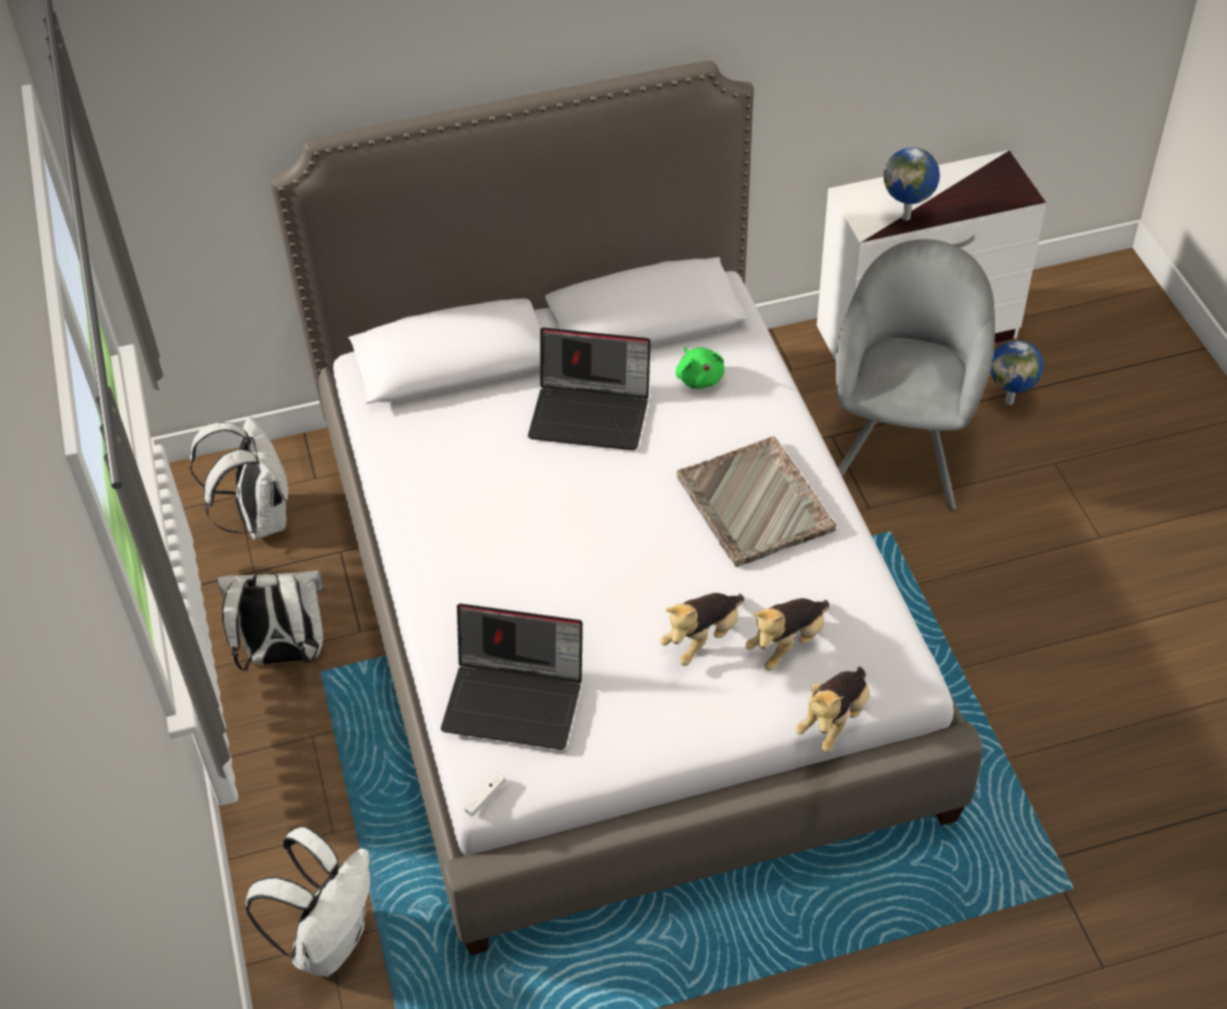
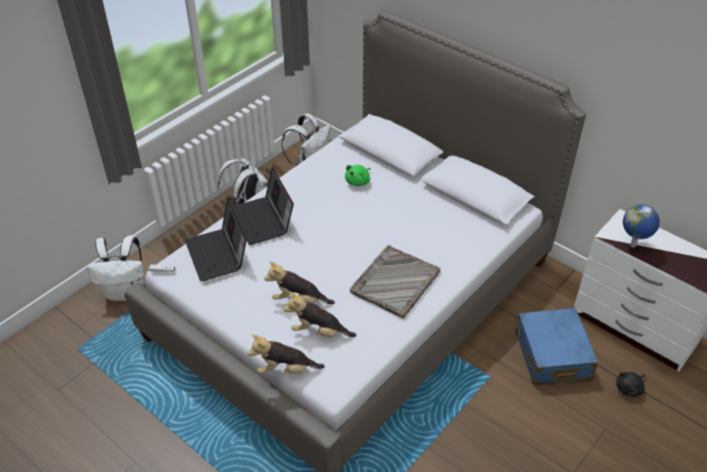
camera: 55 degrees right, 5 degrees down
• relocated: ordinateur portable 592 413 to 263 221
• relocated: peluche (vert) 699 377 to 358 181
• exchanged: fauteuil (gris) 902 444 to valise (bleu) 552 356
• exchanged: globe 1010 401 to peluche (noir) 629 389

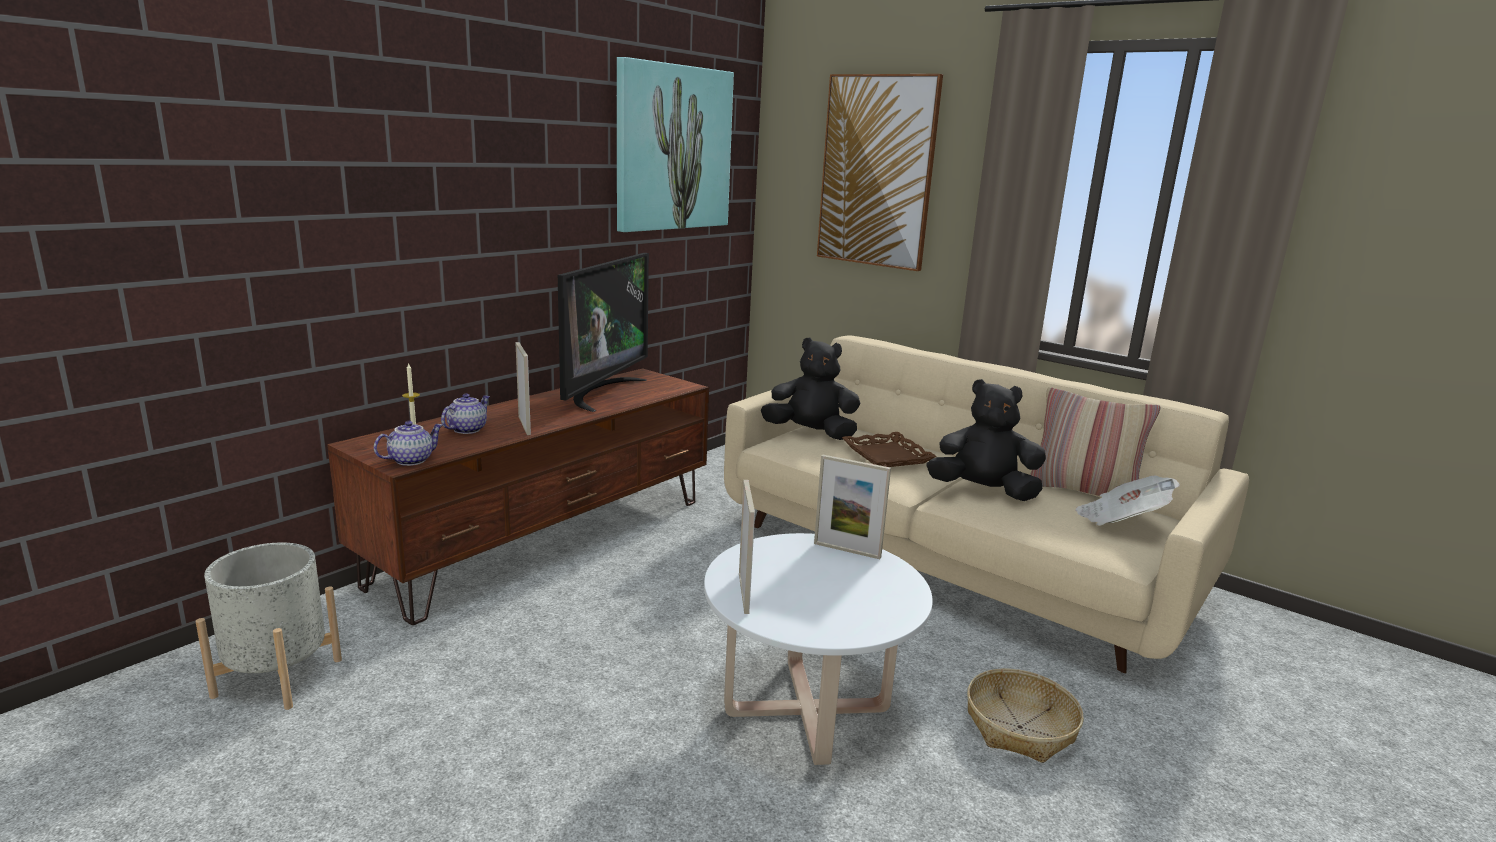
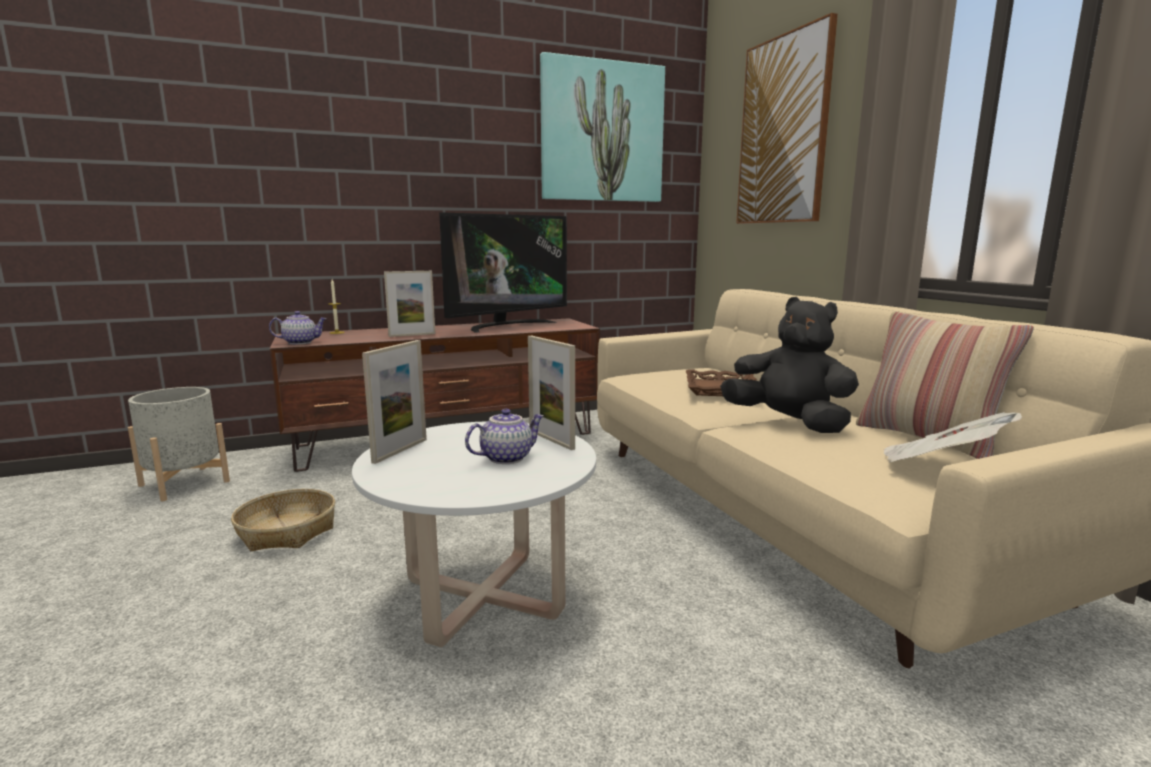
camera: 30 degrees right, 5 degrees down
• relocated: panier 1019 727 to 287 531
• spun: cadre photo 524 425 = 412 335 60 degrees clockwise
• relocated: théière 467 429 to 506 457
• missing: peluche (noir) 811 433

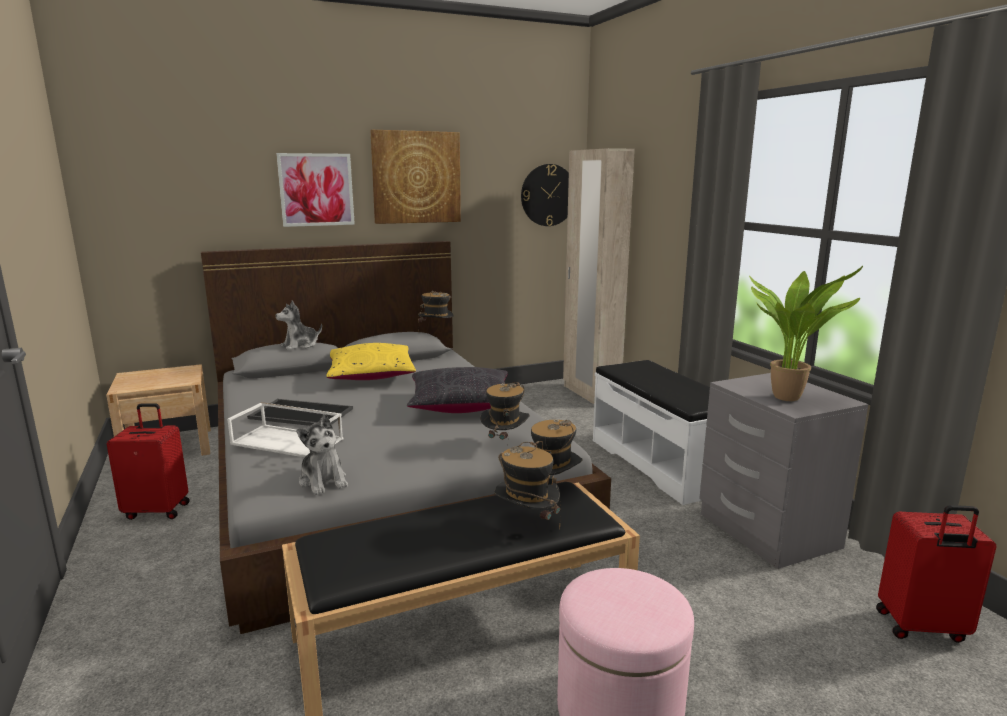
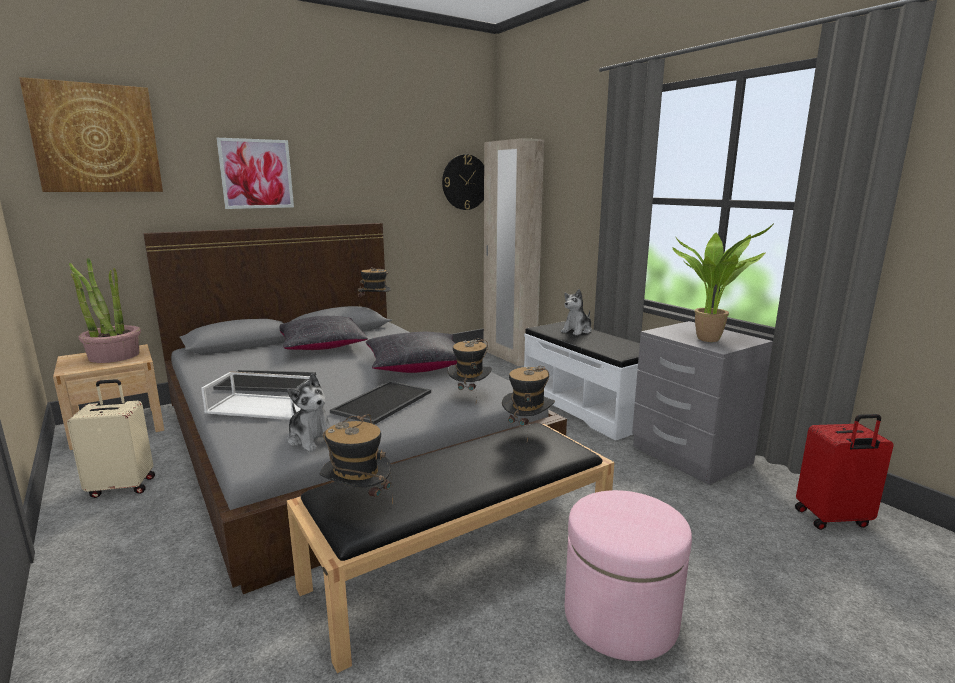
camera: 10 degrees left, 0 degrees up
• relocated: tableau 416 177 to 96 139
• colour: valise (rouge) 158 510 to valise (beige) 123 486
• appeared: plante en pot 114 356
• colour: coussin (jaune) 371 376 to coussin (noir) 322 346
• relocated: chapeau 526 524 to 358 502
• appeared: plateau 383 403
• relocated: peluche 300 345 to 577 331

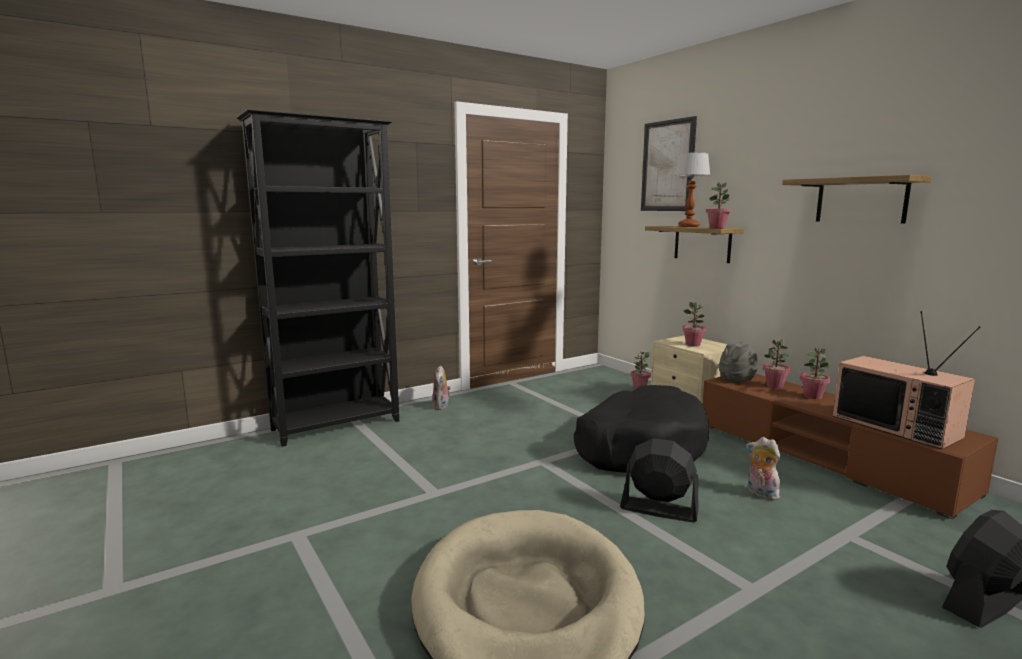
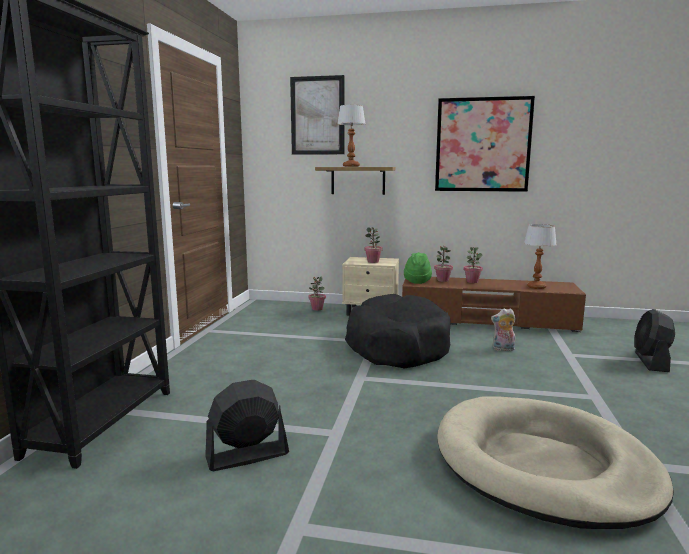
camera: 45 degrees left, 0 degrees up
• relocated: ventilateur (noir) 658 509 to 247 456
• colour: chapeau (gris) 737 379 to chapeau (vert) 417 281
• exchanged: étagère 861 200 to tableau 482 145
• exchanged: téléviseur 898 427 to lampe de table 536 287
• missing: peluche 441 407
• missing: plante en pot 717 228

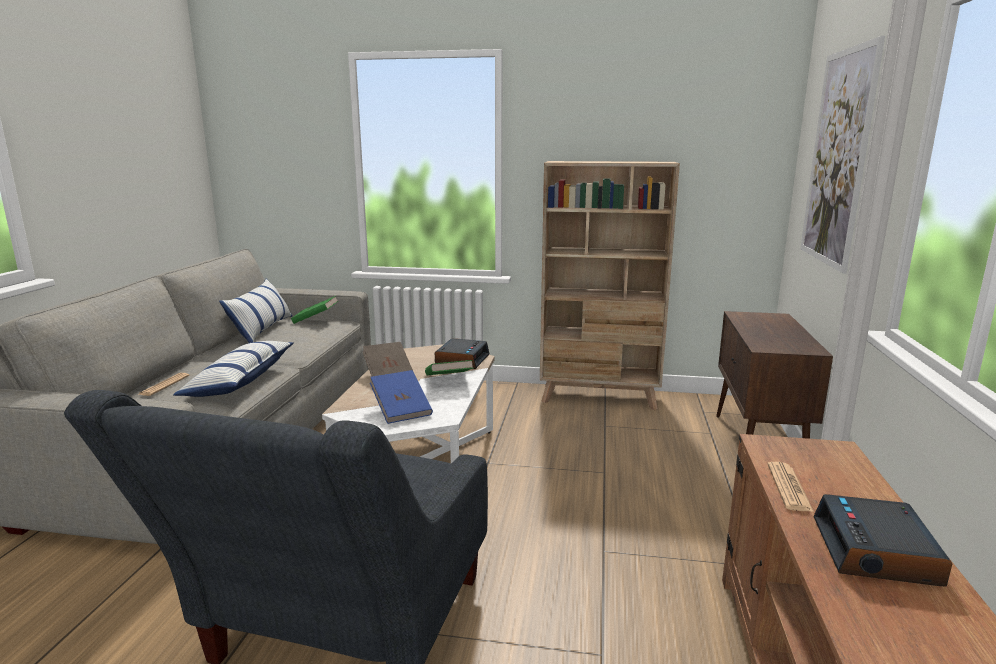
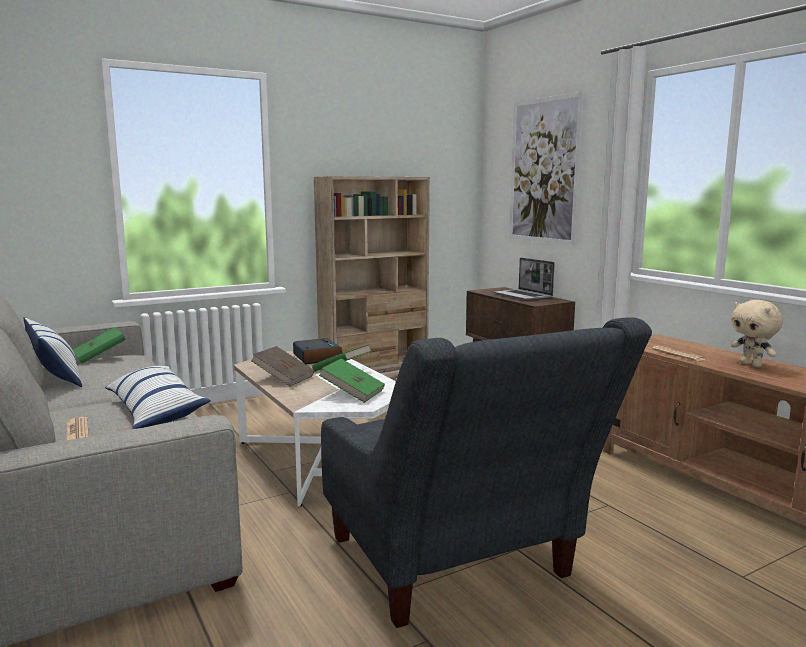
camera: 40 degrees left, 5 degrees down
• colour: livre (bleu) 401 410 to livre (vert) 352 393
• appeared: ordinateur portable 523 296
• exchanged: réveil 876 552 to peluche (beige) 752 365

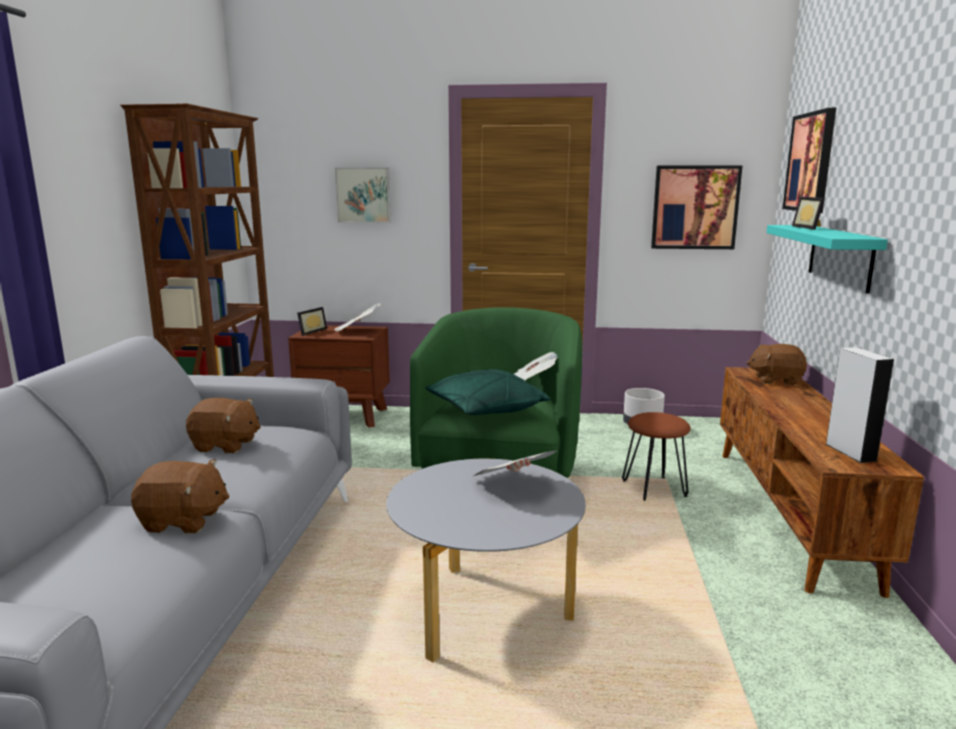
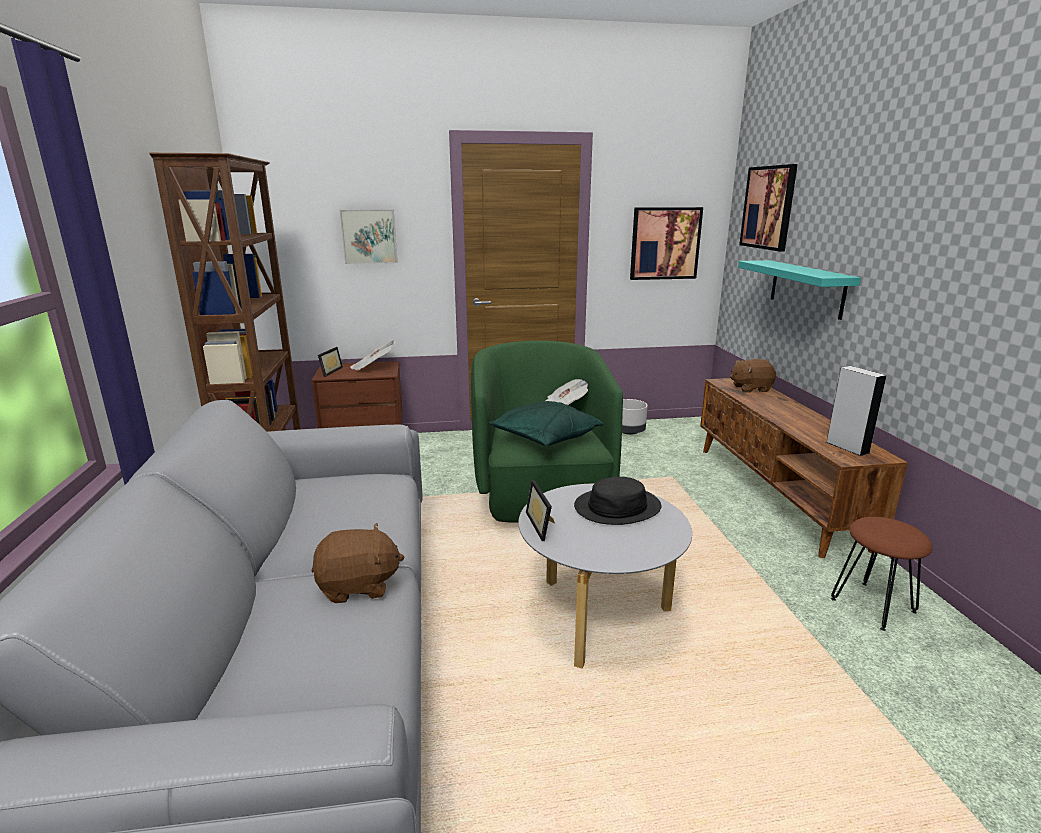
camera: 15 degrees left, 5 degrees up
• relocated: cadre photo 810 228 to 543 525
• exchanged: journal 513 485 to chapeau (noir) 617 507
• relocated: tabouret (marron) 654 488 to 873 605
• missing: peluche (marron) 225 445

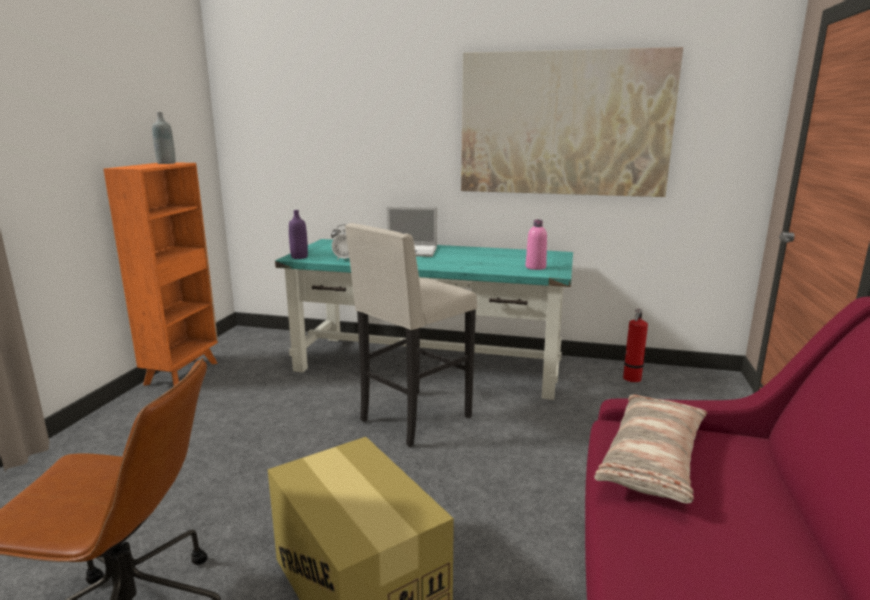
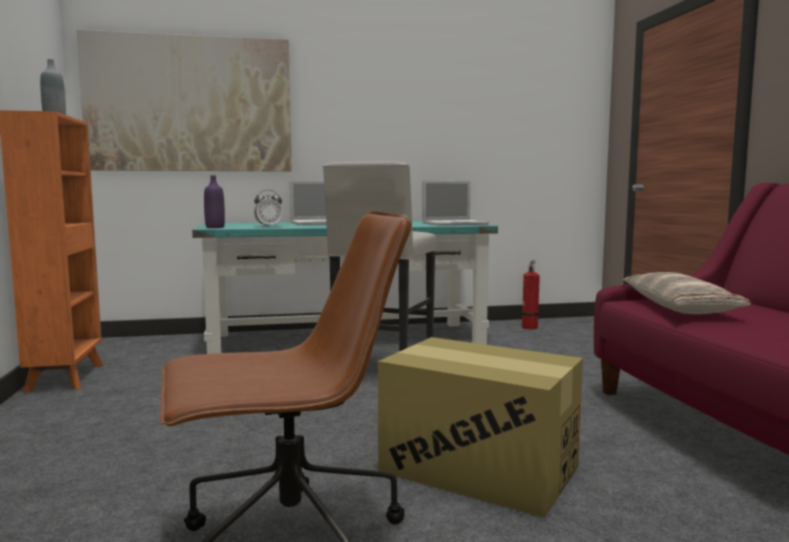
camera: 25 degrees left, 10 degrees down
• relocated: tableau 563 124 to 189 104
• exchanged: bouteille (rose) 535 267 to ordinateur portable 455 224

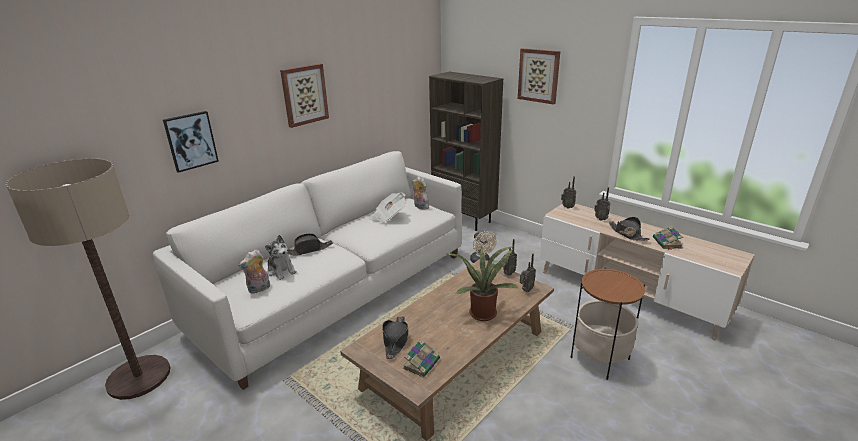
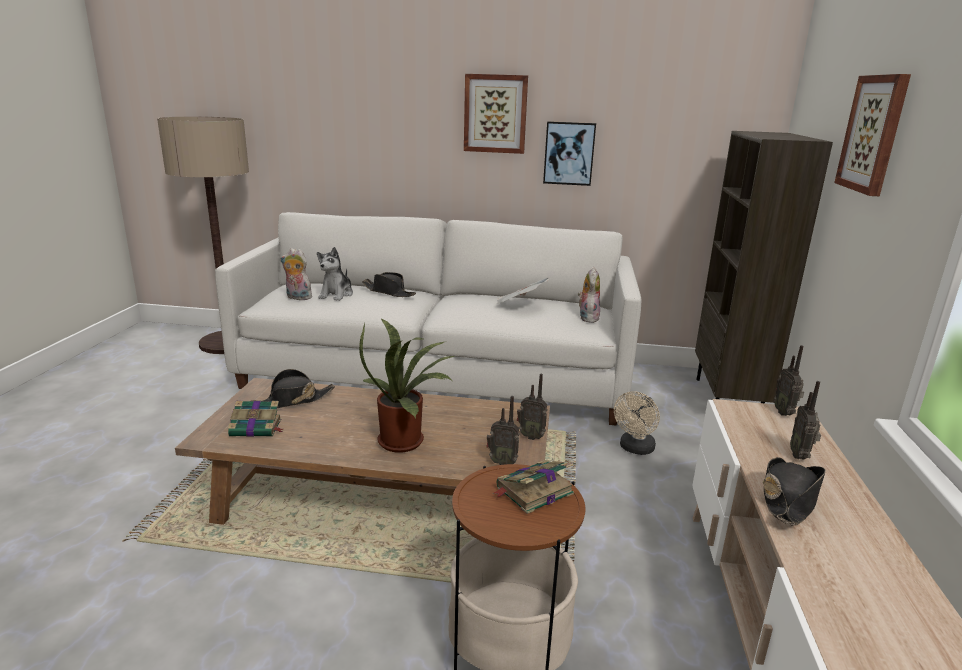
camera: 55 degrees right, 5 degrees down
• relocated: livre 667 243 to 533 491
• relocated: tableau 191 141 to 569 153

